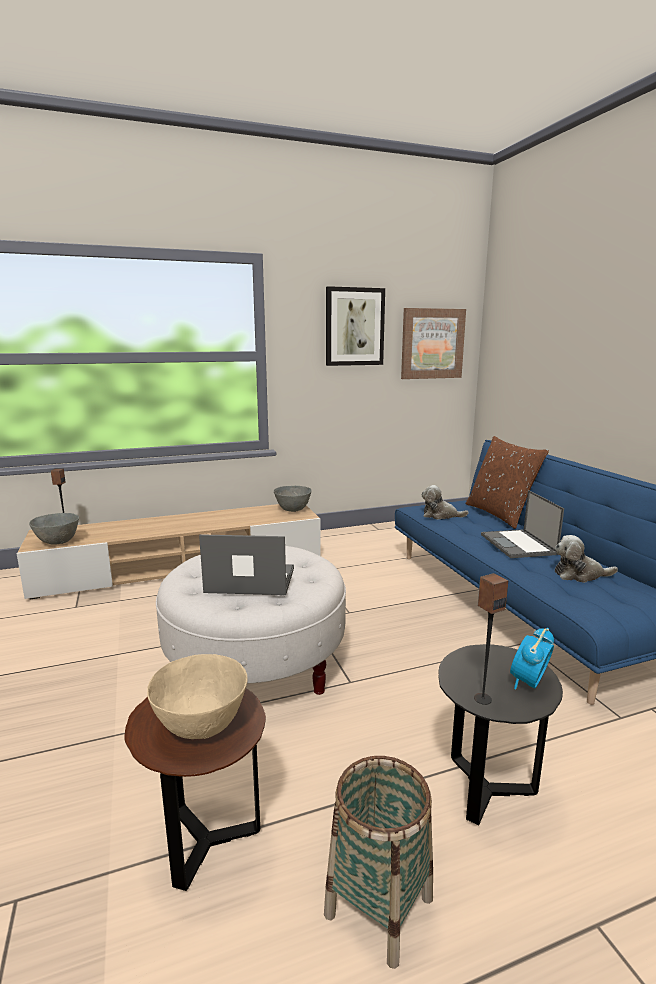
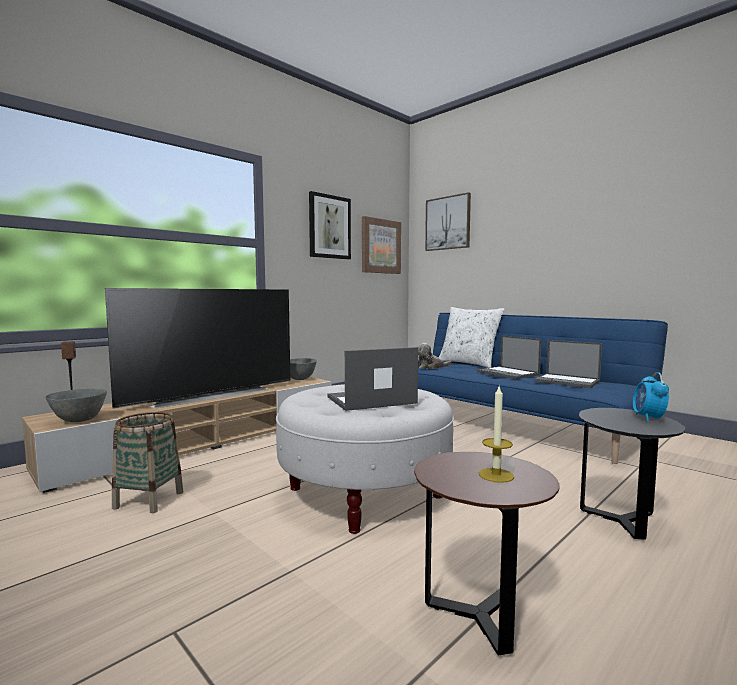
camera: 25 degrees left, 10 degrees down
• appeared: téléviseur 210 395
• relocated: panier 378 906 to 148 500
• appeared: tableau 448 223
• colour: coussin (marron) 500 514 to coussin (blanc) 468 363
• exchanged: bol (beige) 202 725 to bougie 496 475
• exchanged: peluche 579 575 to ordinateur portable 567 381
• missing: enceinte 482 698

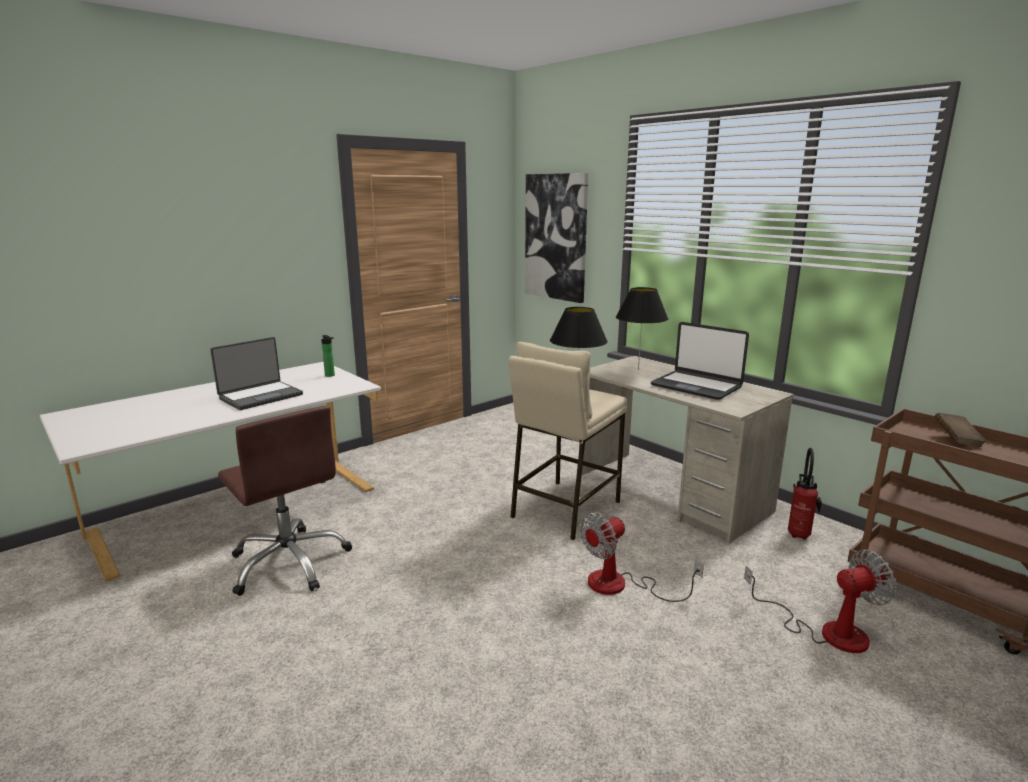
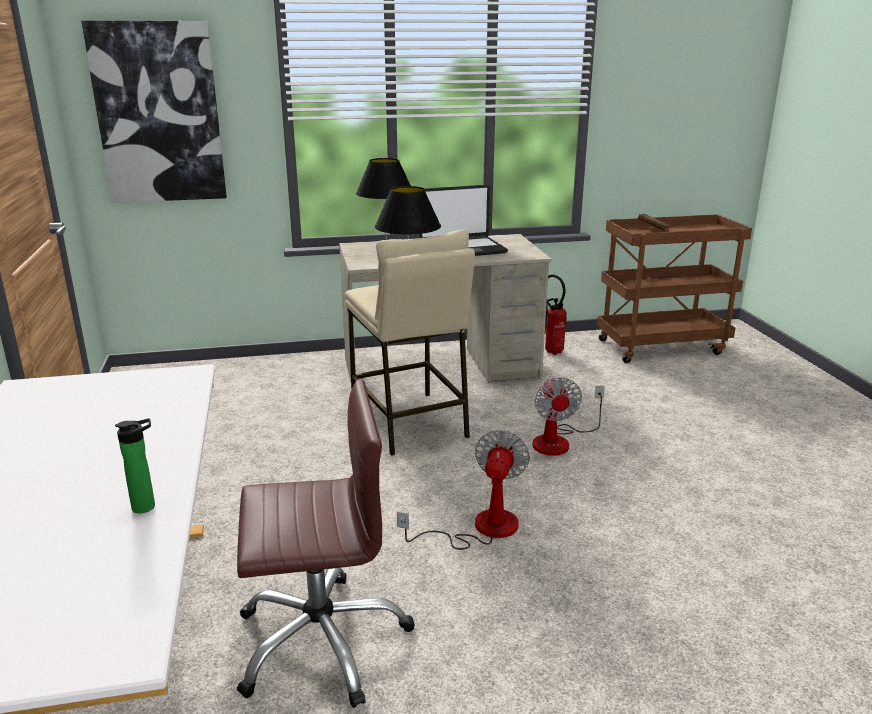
camera: 60 degrees left, 5 degrees up
• relocated: bouteille 330 375 to 147 506
• relocated: ventilateur 826 631 to 481 528
• missing: ordinateur portable 260 396

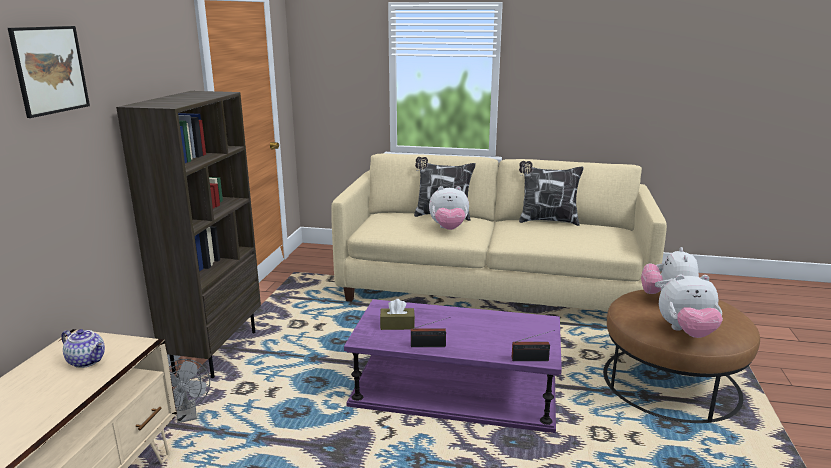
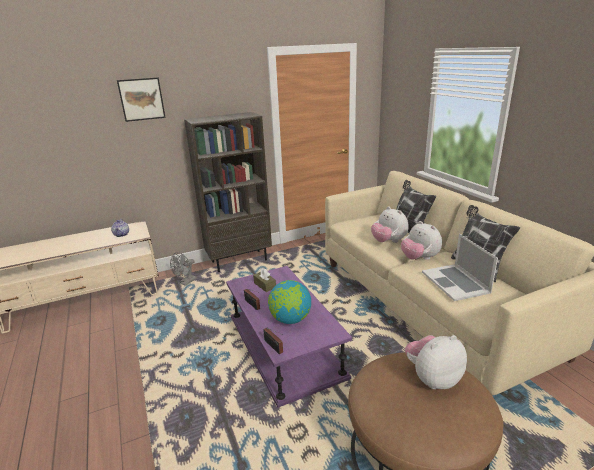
camera: 55 degrees right, 5 degrees up
• appeared: globe 290 319
• relocated: peluche 686 332 to 419 258
• appeared: ordinateur portable 455 282

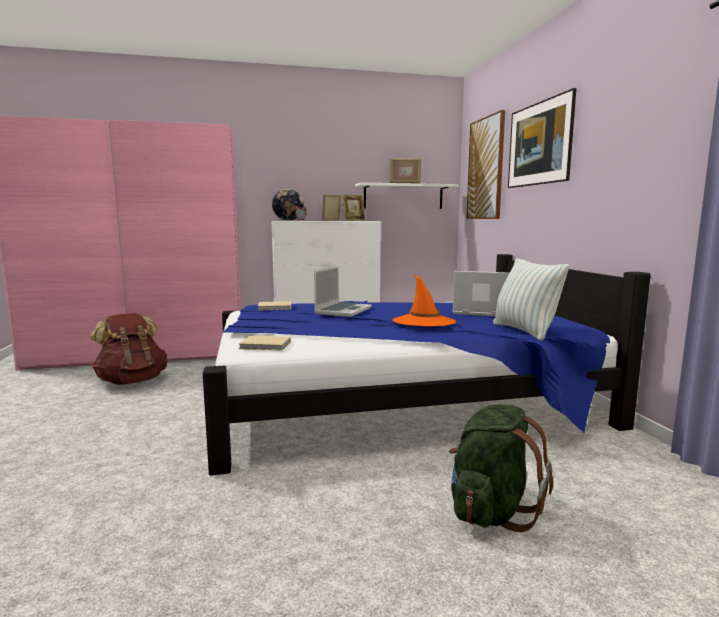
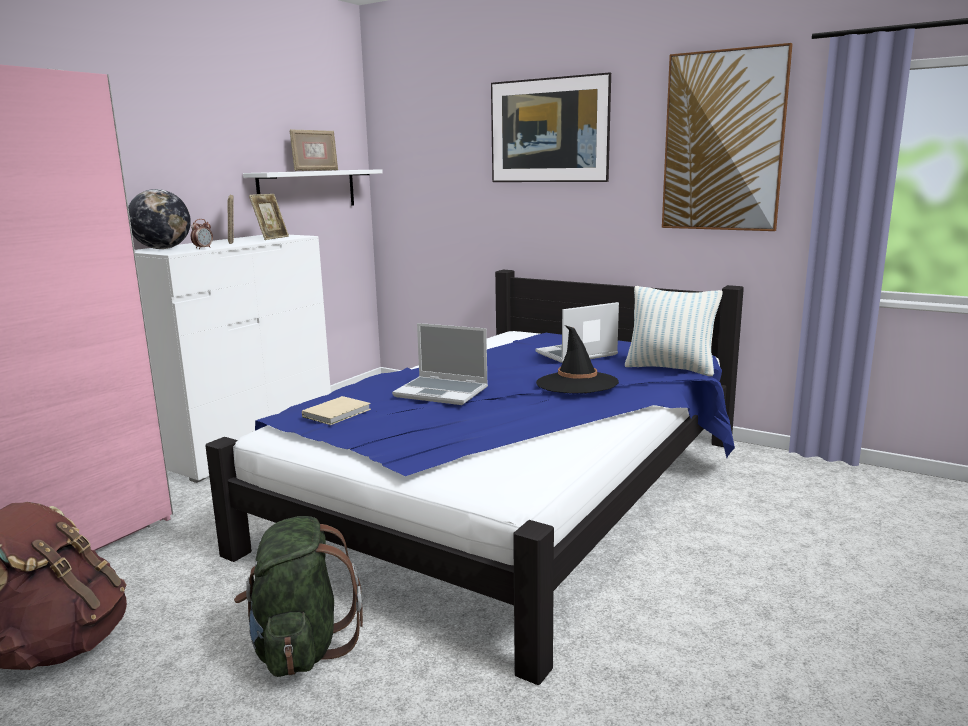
camera: 45 degrees left, 5 degrees up
• relocated: sac à dos (vert) 491 510 to 301 647
• spun: ordinateur portable 343 310 = 442 392 135 degrees clockwise
• colour: chapeau (orange) 424 322 to chapeau (noir) 576 383
• relocated: tableau 486 169 to 723 142
• missing: livre (beige) 266 345

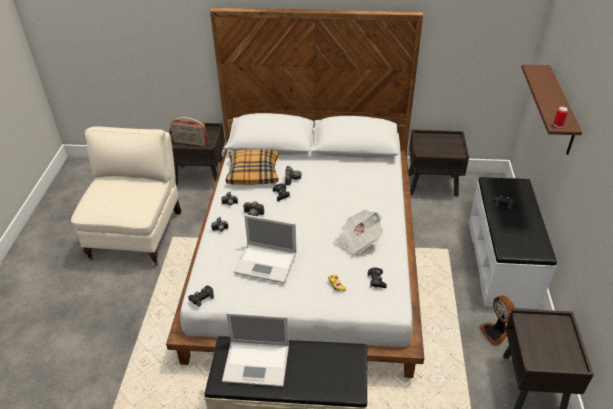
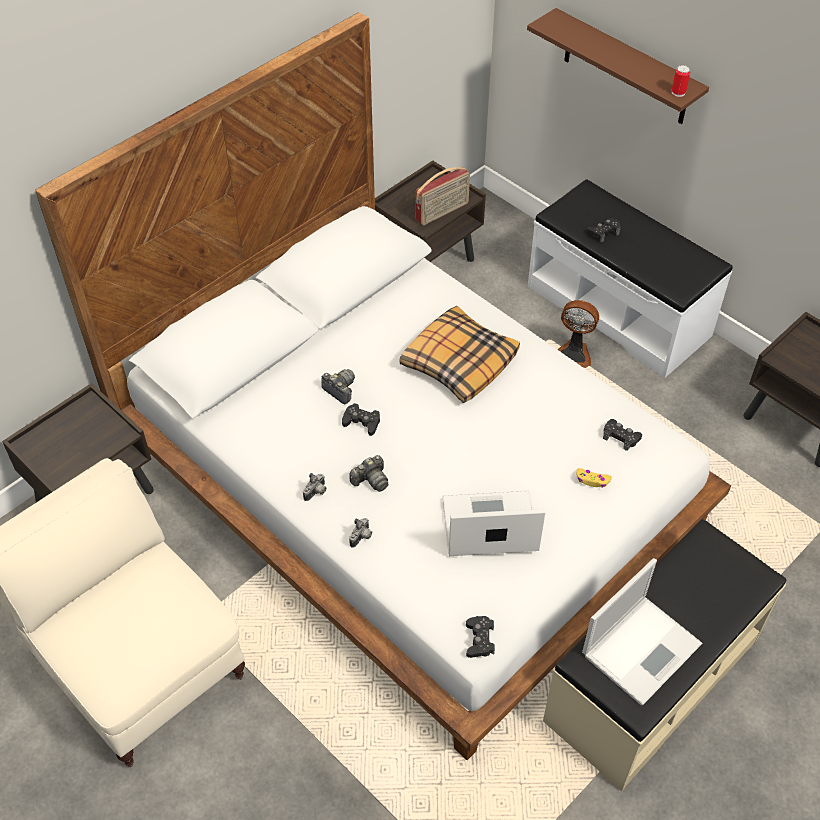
camera: 50 degrees left, 10 degrees up
• relocated: coussin 253 172 to 458 362
• relocated: radio 190 142 to 442 212
• spun: ordinateur portable 267 263 = 487 525 150 degrees counterclockwise
• relocated: ventilateur 495 332 to 573 353
• missing: journal 357 241

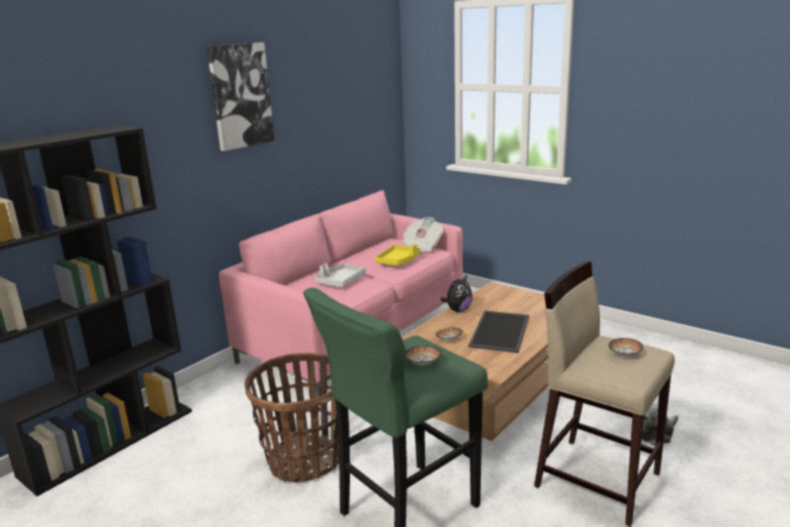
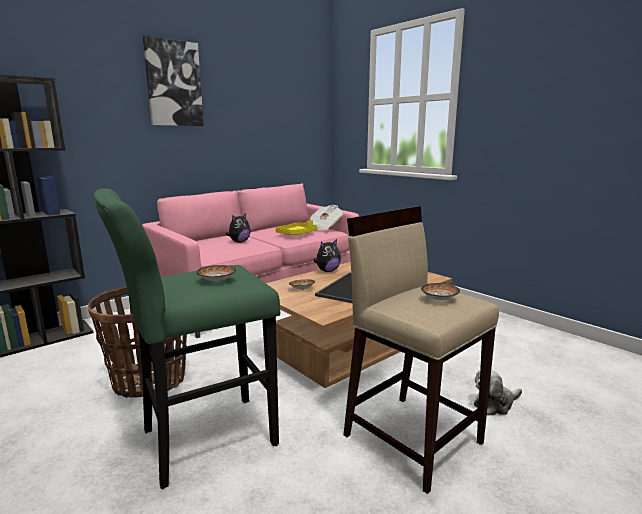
camera: 10 degrees right, 5 degrees down
• exchanged: plateau (gris) 341 281 to peluche 239 242

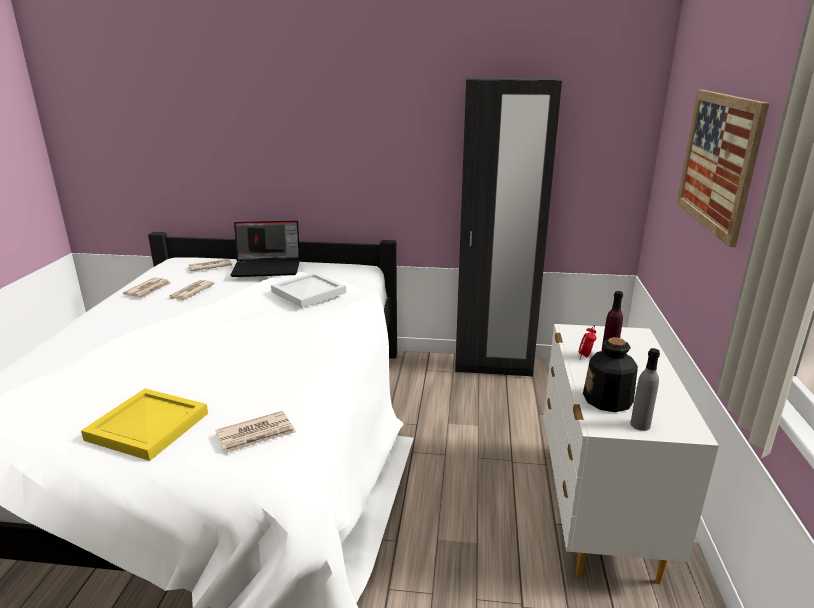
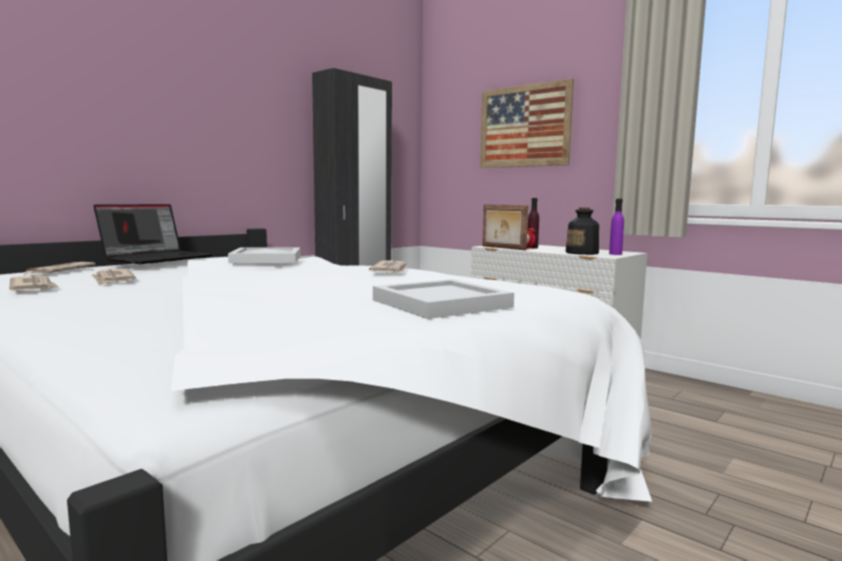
camera: 55 degrees left, 15 degrees down
• relocated: journal 257 435 to 391 270
• colour: plateau (jaune) 148 427 to plateau (blanc) 443 303
• appeared: cadre photo 503 248
• colour: bouteille (gris) 640 425 to bouteille (violet) 615 254

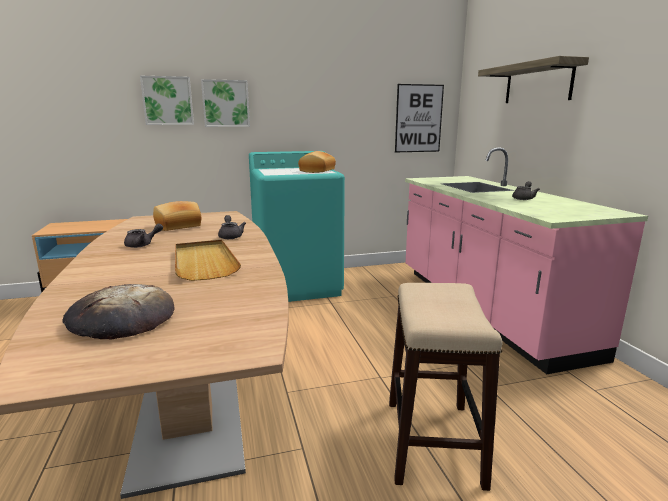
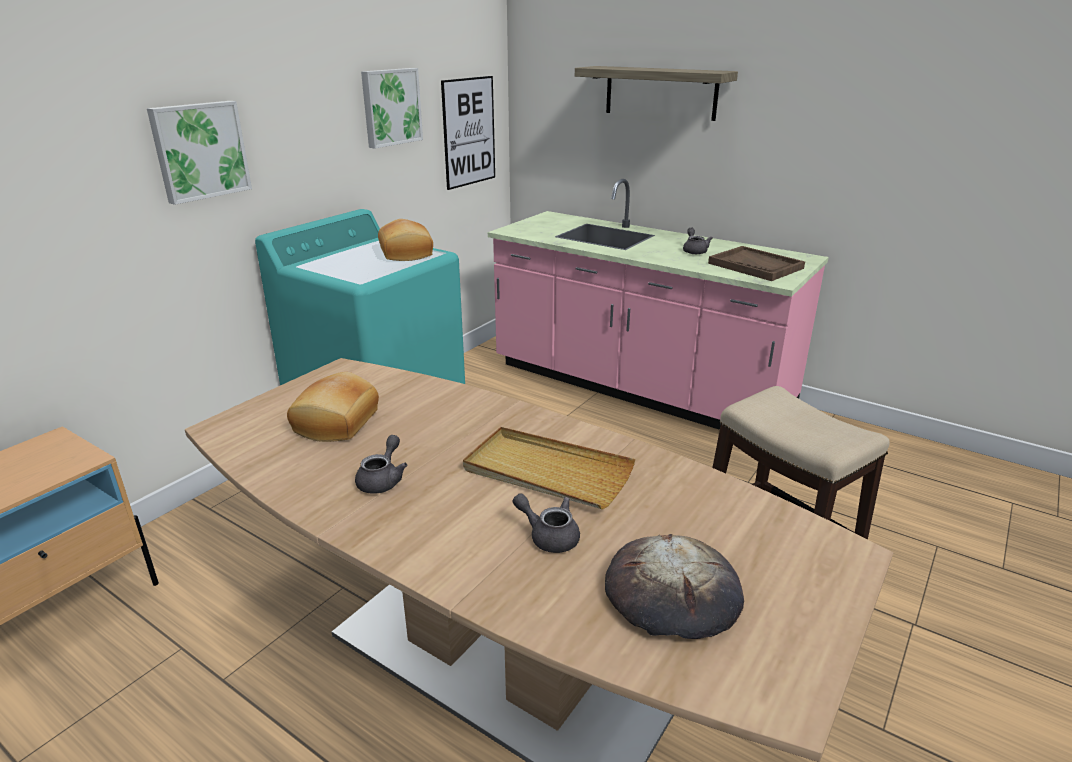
camera: 40 degrees left, 10 degrees up
• relocated: tableau 168 101 to 390 107
• relocated: théière (gris) 230 236 to 549 536
• appeared: plateau (marron) 755 266

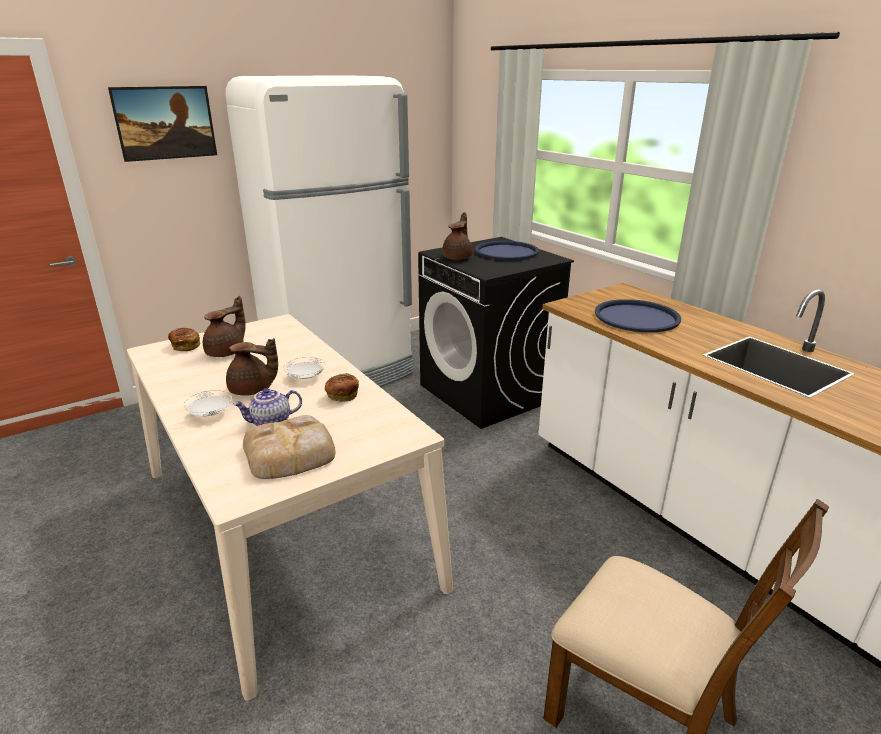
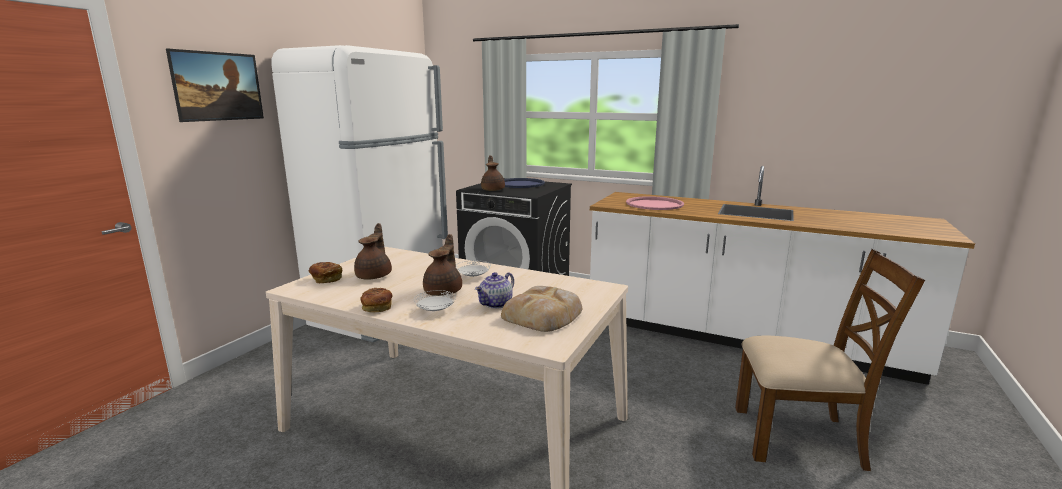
camera: 30 degrees left, 10 degrees down
• relocated: pain 342 396 to 377 308
• spun: théière (marron) 253 390 = 444 291 60 degrees counterclockwise
• colour: plateau (bleu) 636 317 to plateau (rose) 654 204

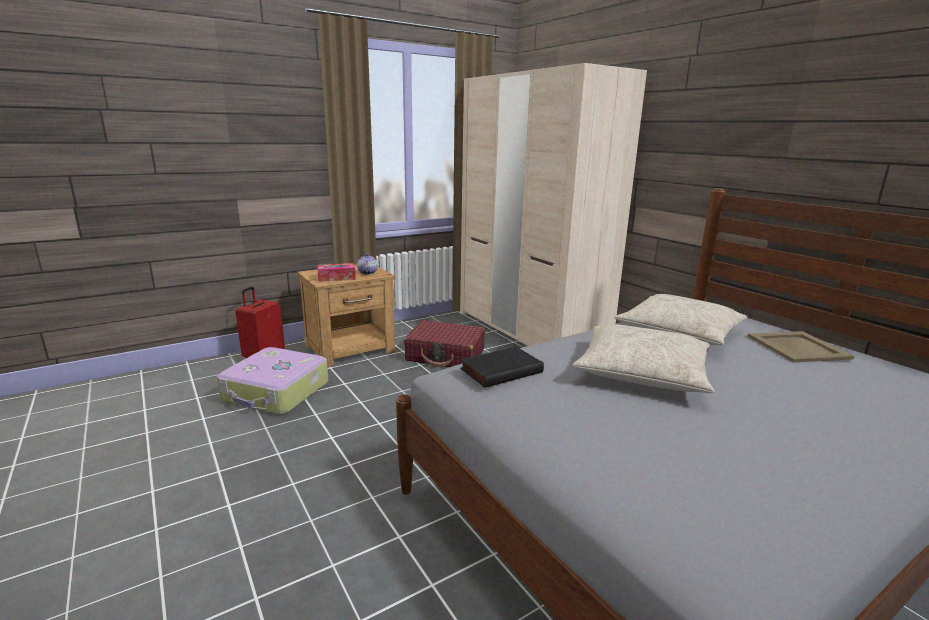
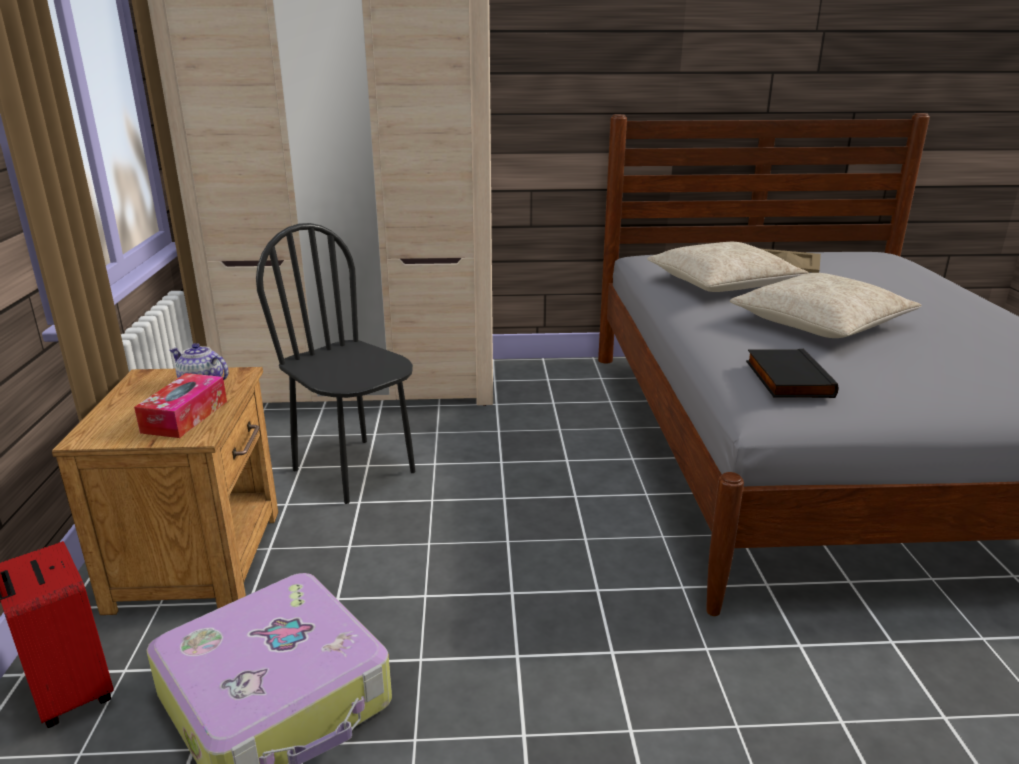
camera: 60 degrees left, 5 degrees up
• exchanged: valise (rouge) 445 355 to chaise (noir) 355 470

